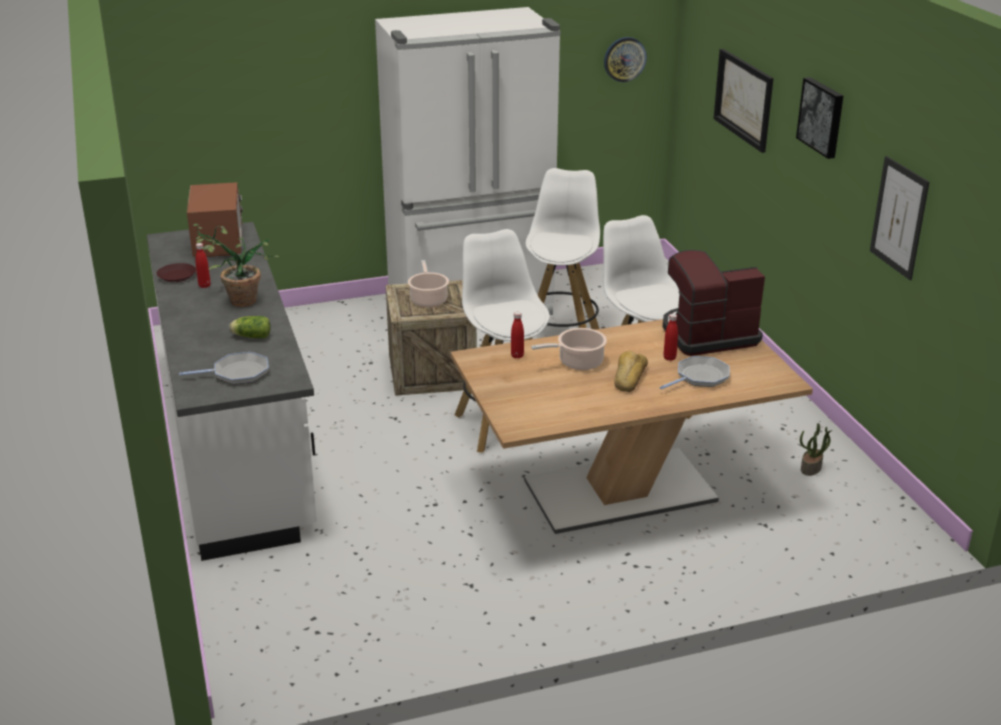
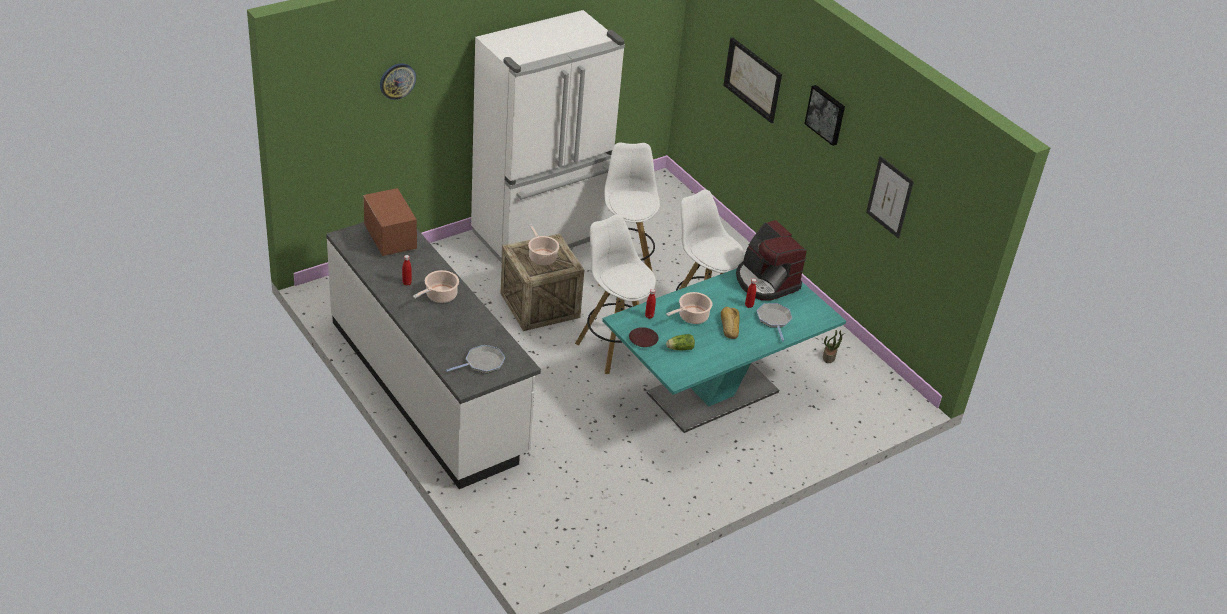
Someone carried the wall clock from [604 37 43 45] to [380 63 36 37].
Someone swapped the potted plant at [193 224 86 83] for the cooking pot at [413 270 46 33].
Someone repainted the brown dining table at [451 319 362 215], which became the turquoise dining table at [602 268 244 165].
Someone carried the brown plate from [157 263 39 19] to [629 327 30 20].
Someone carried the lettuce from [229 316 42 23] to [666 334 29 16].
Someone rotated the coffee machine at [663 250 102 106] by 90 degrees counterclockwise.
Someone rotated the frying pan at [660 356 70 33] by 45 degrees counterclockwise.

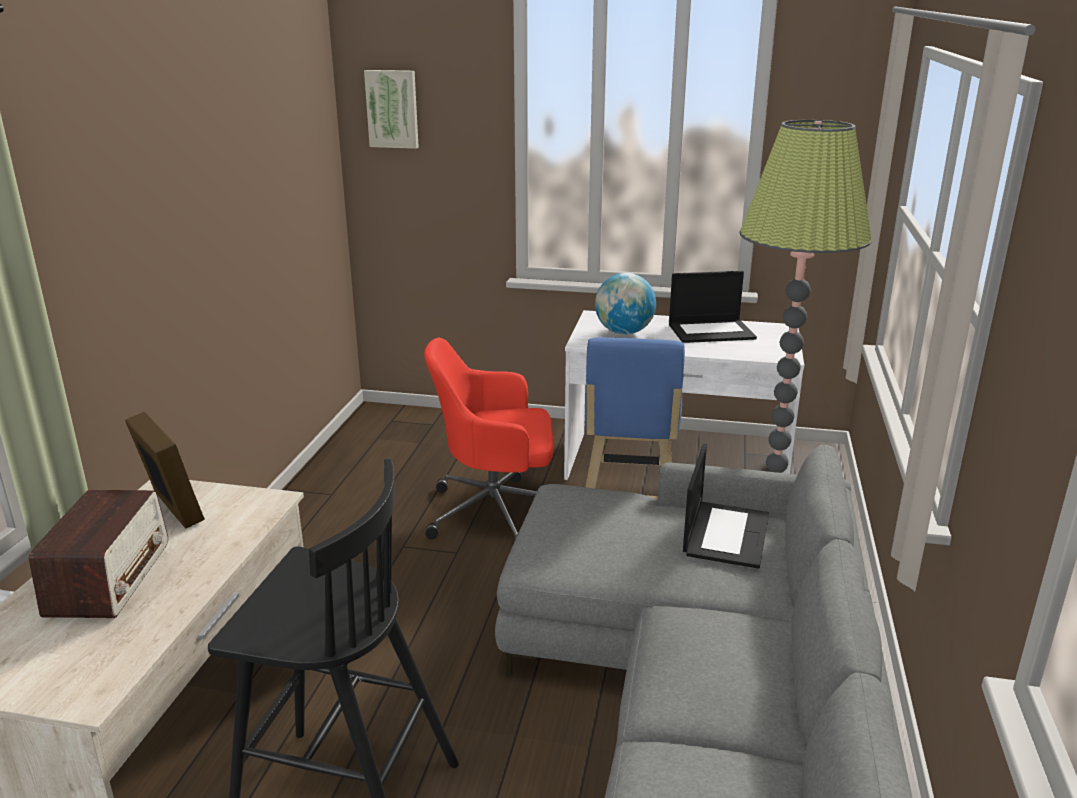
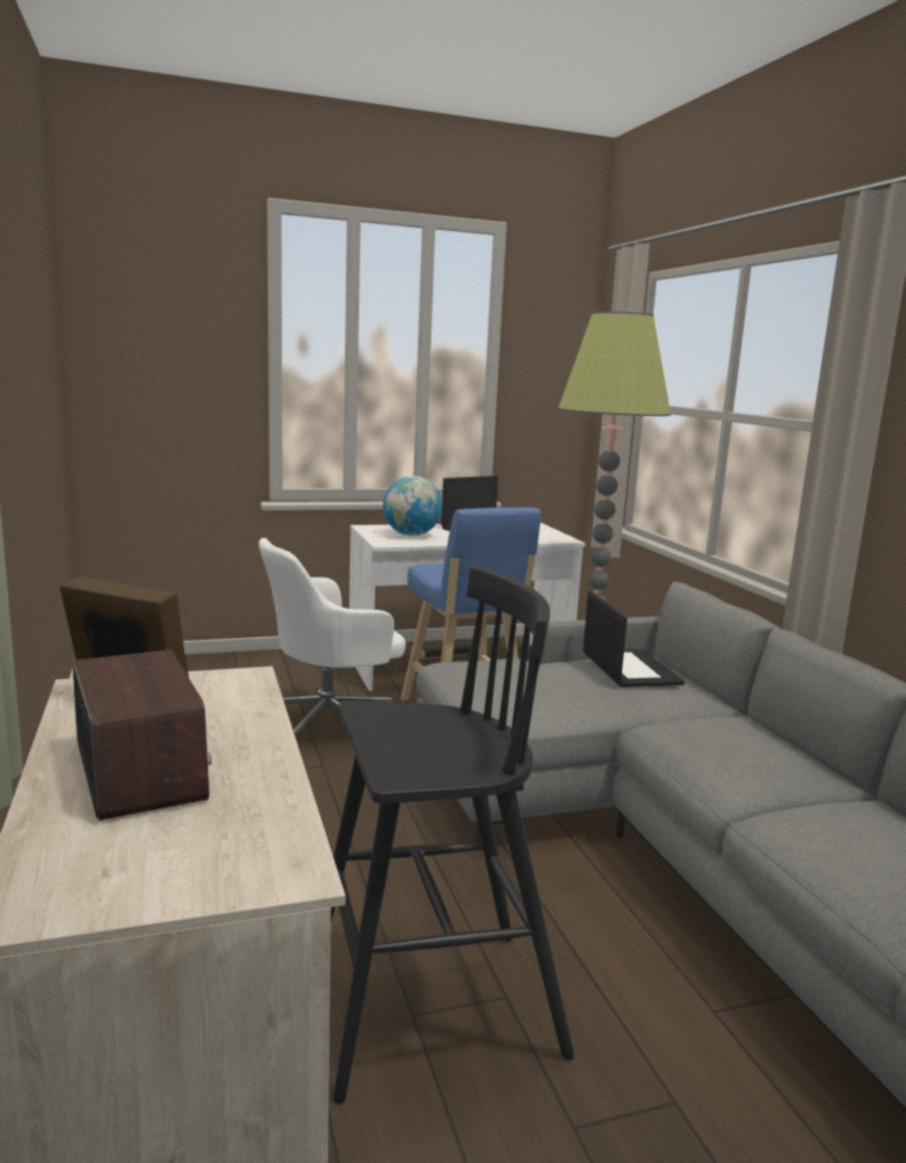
Someone repainted the red office chair at [424 338 130 201], which became the white office chair at [259 538 147 197].
Someone took away the picture at [364 70 55 79].

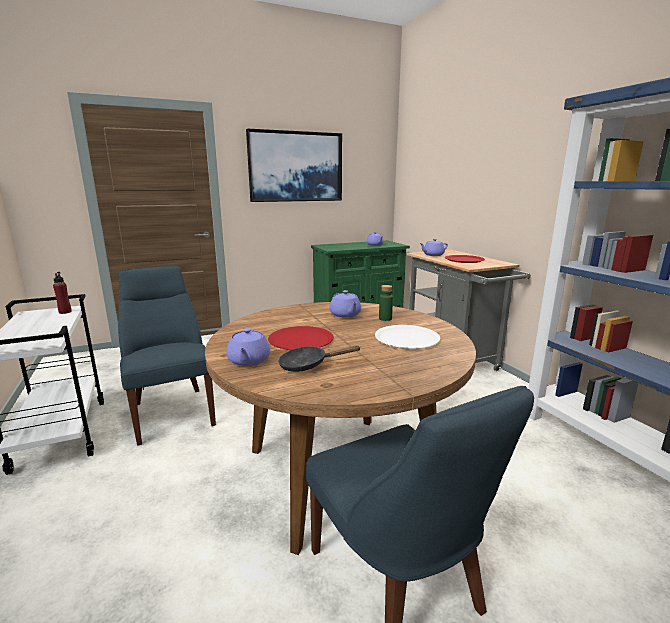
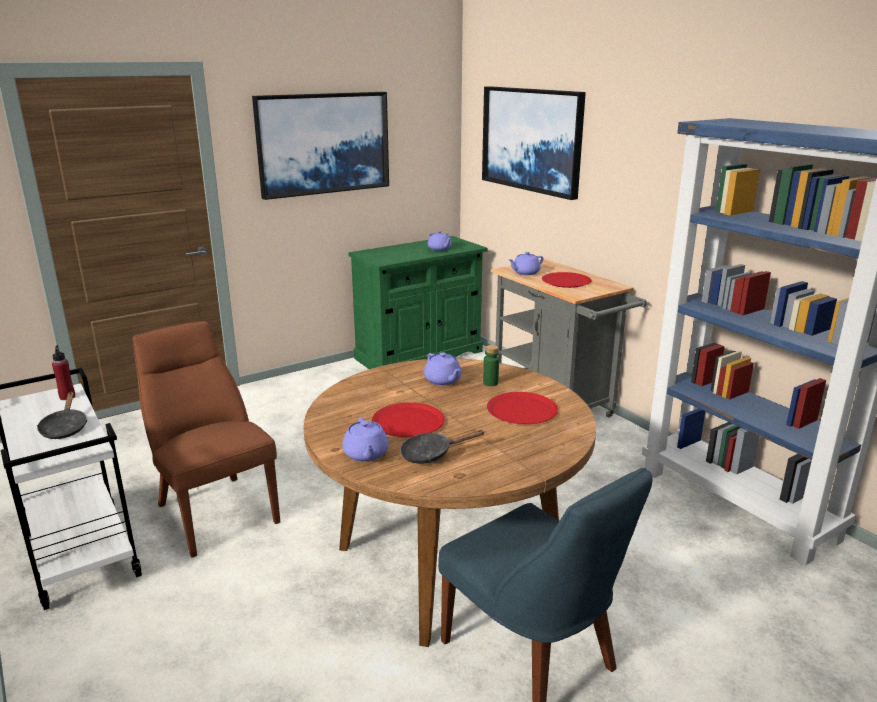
Someone put down the black frying pan at [37 392 50 47].
Someone repainted the blue chair at [118 266 98 180], which became the brown chair at [133 321 147 237].
Someone put up the picture at [482 86 104 114].
Someone repainted the white plate at [375 325 65 24], which became the red plate at [487 392 71 32].

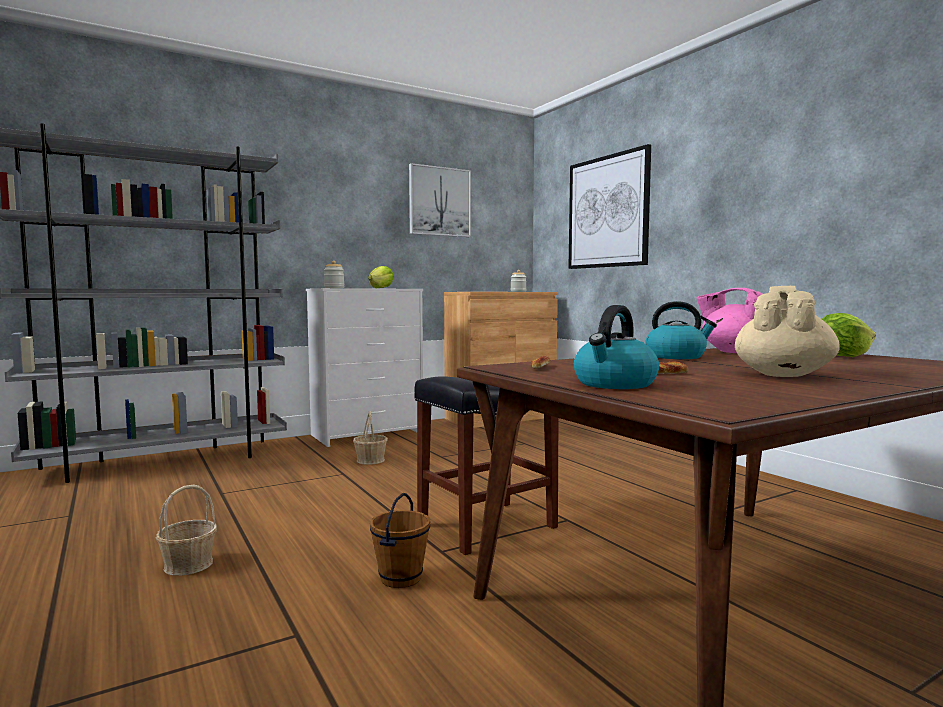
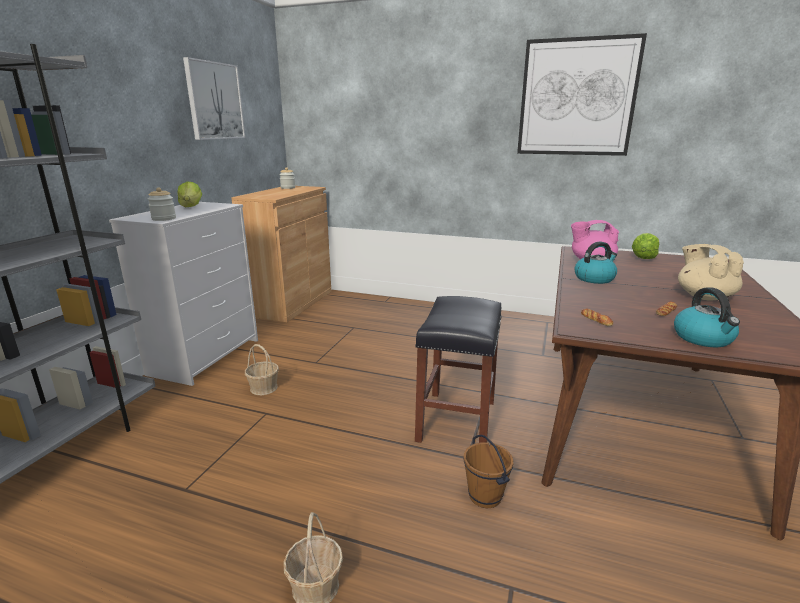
Someone carried the picture from [568 144 83 125] to [517 33 130 123].

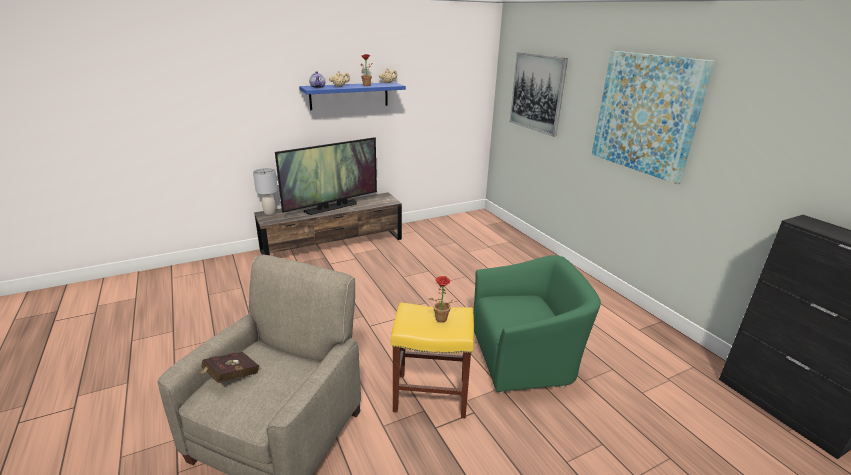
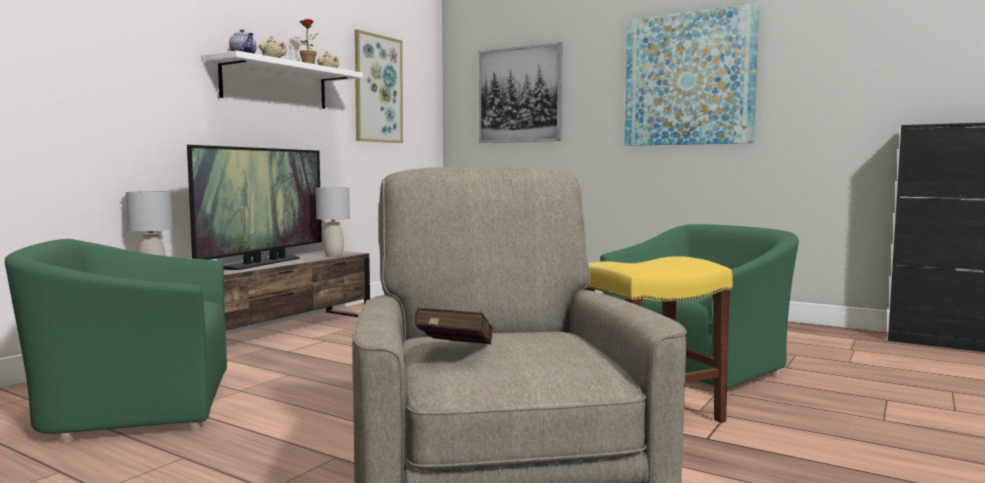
Someone put down the green armchair at [5 239 222 205].
Someone repainted the blue shelf at [299 82 107 28], which became the white shelf at [205 50 158 59].
Someone put down the grey table lamp at [316 187 34 70].
Someone put up the picture at [355 29 48 114].
Someone took away the potted plant at [428 276 29 46].

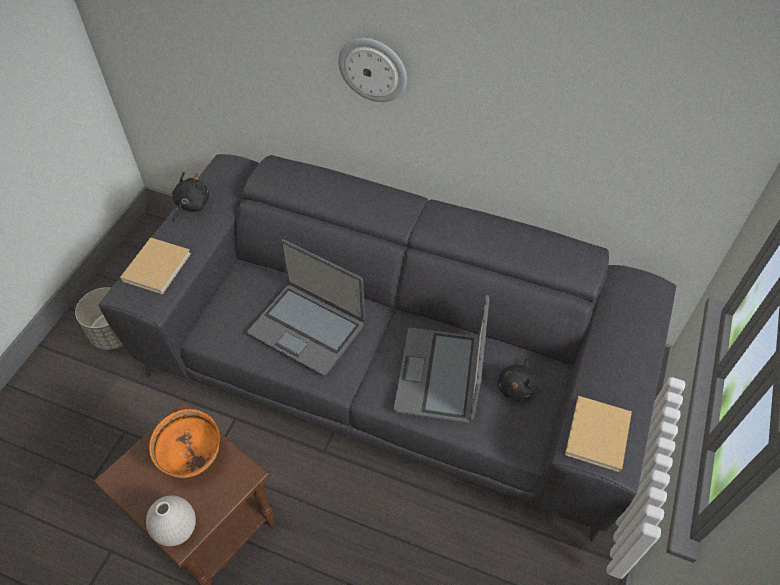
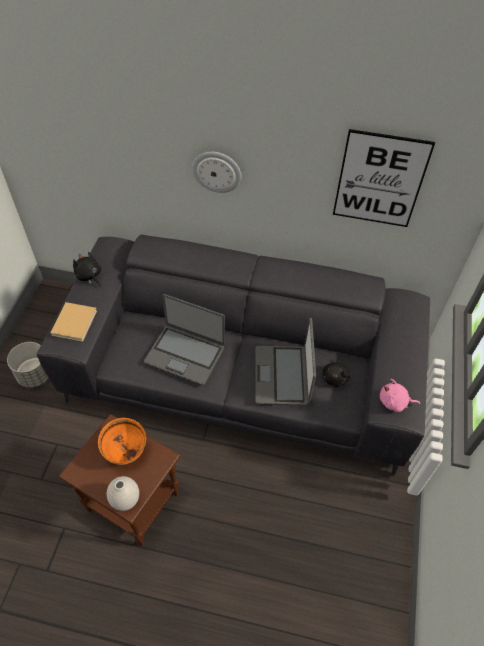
Someone rotated the black plush toy at [172 172 37 50] by 60 degrees counterclockwise.
Someone put up the picture at [333 129 102 98].
Someone swapped the beige book at [565 396 67 76] for the pink plush toy at [380 379 40 33].

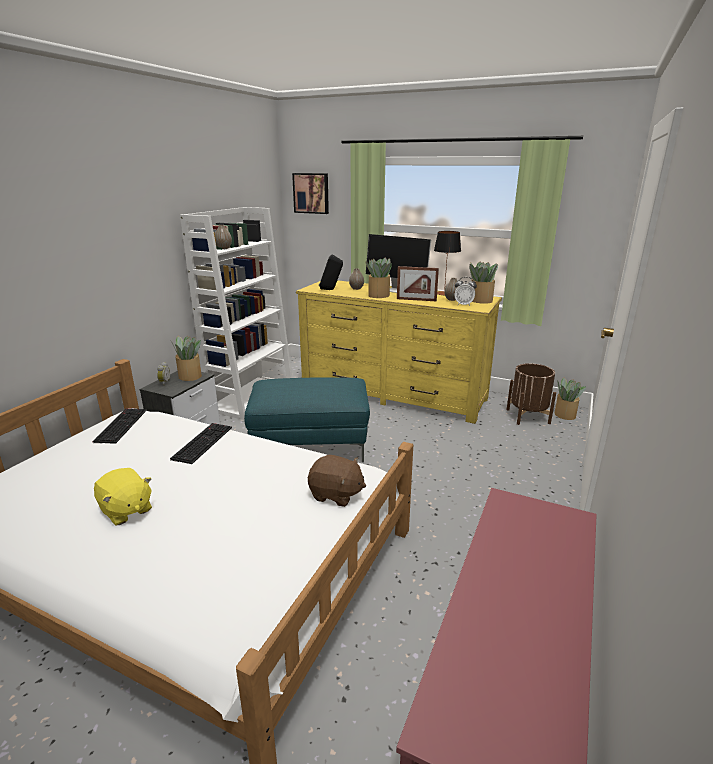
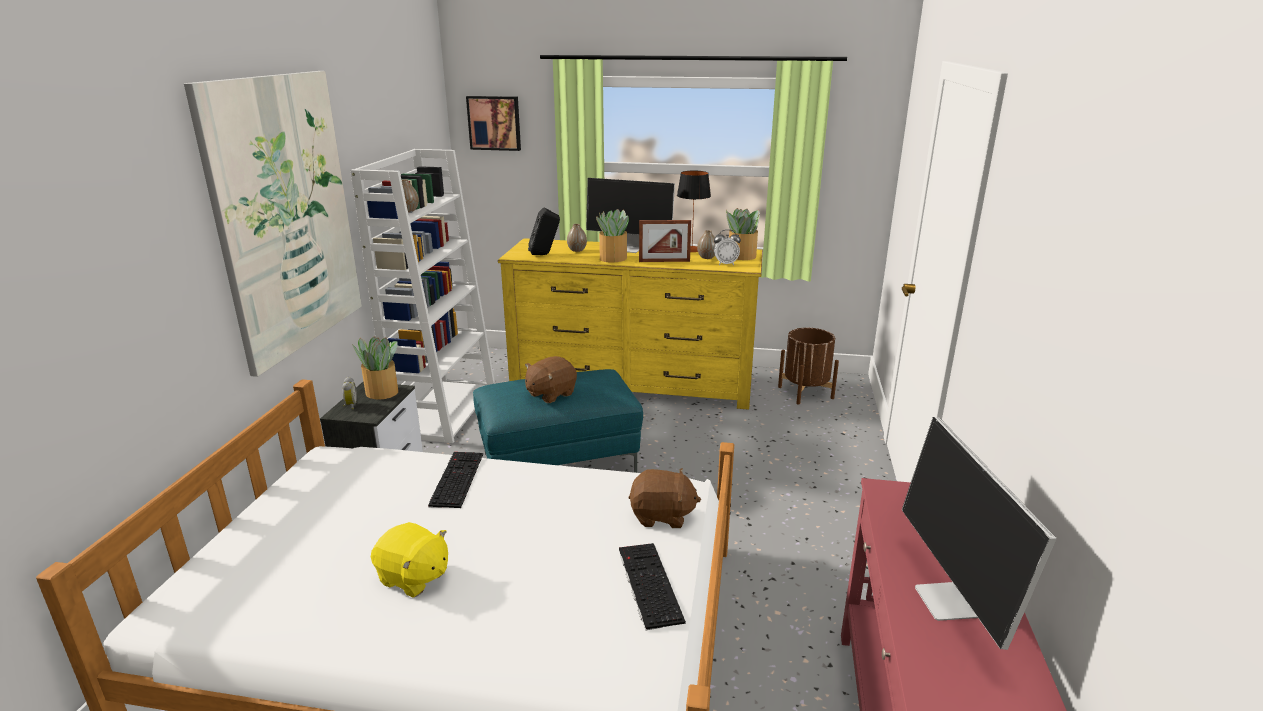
Someone put up the picture at [184 71 178 306].
Someone put down the brown plush toy at [525 356 52 47].
Someone carried the keyboard from [93 408 54 36] to [619 543 67 87].
Someone put down the monitor at [902 417 155 233].
Someone took away the potted plant at [555 378 31 42].

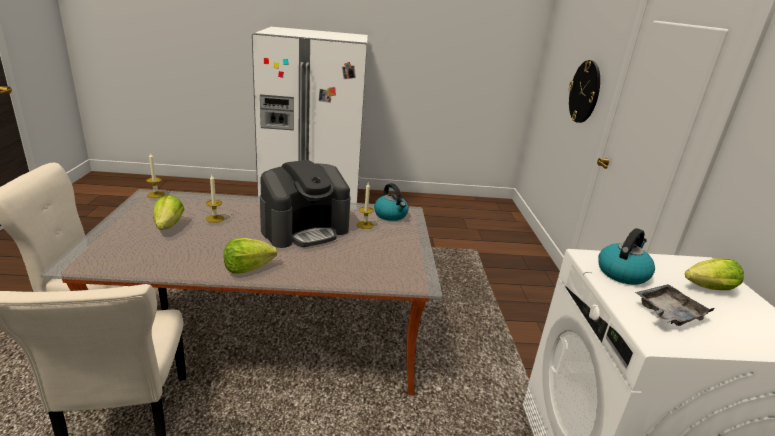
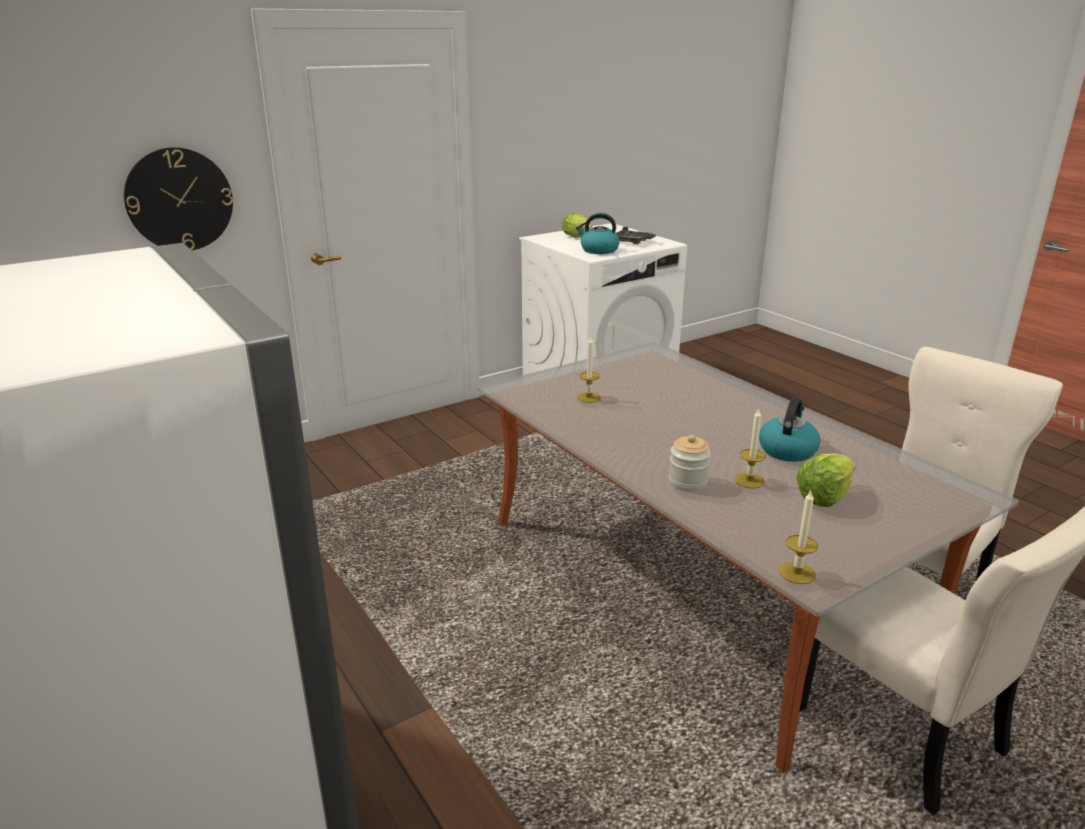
Someone put down the jar at [669 435 42 57].
Someone carried the kettle from [374 183 35 38] to [759 398 61 64].
Someone took away the lettuce at [224 238 54 36].
Someone took away the coffee machine at [260 160 90 88].

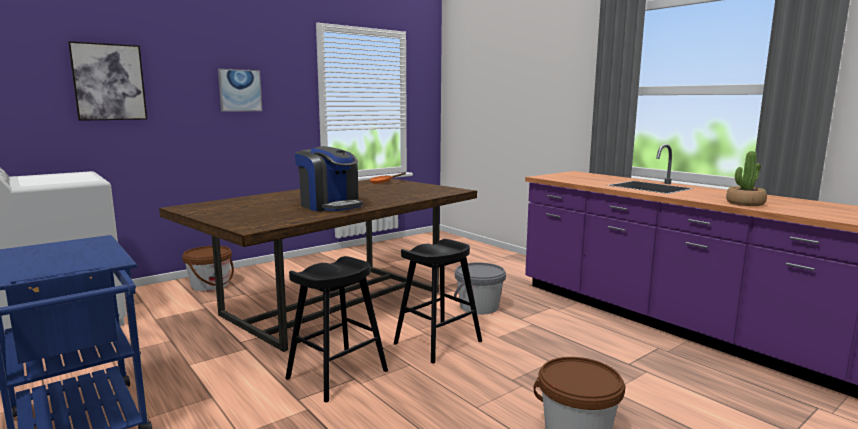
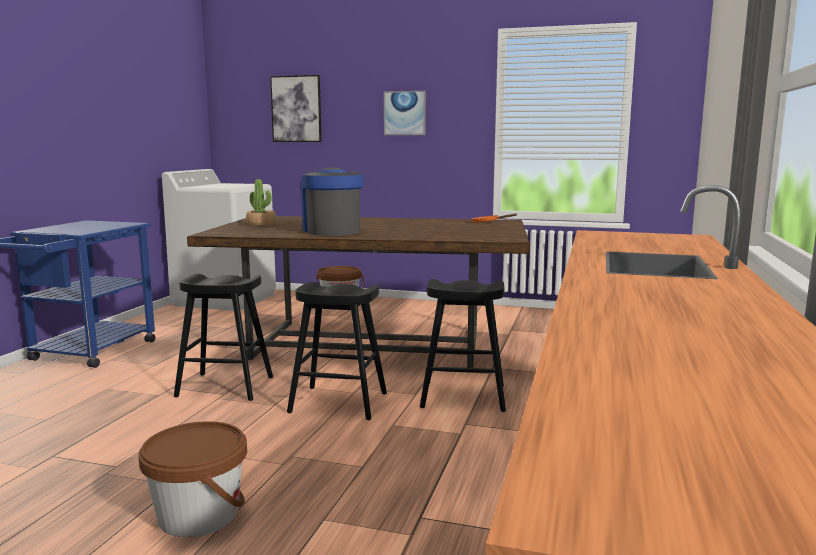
Someone carried the potted plant from [726 151 41 55] to [246 179 31 47].
Someone rotated the coffee machine at [294 146 69 66] by 150 degrees clockwise.
Someone swapped the grey bucket at [454 262 52 53] for the black stool at [420 279 86 133].

